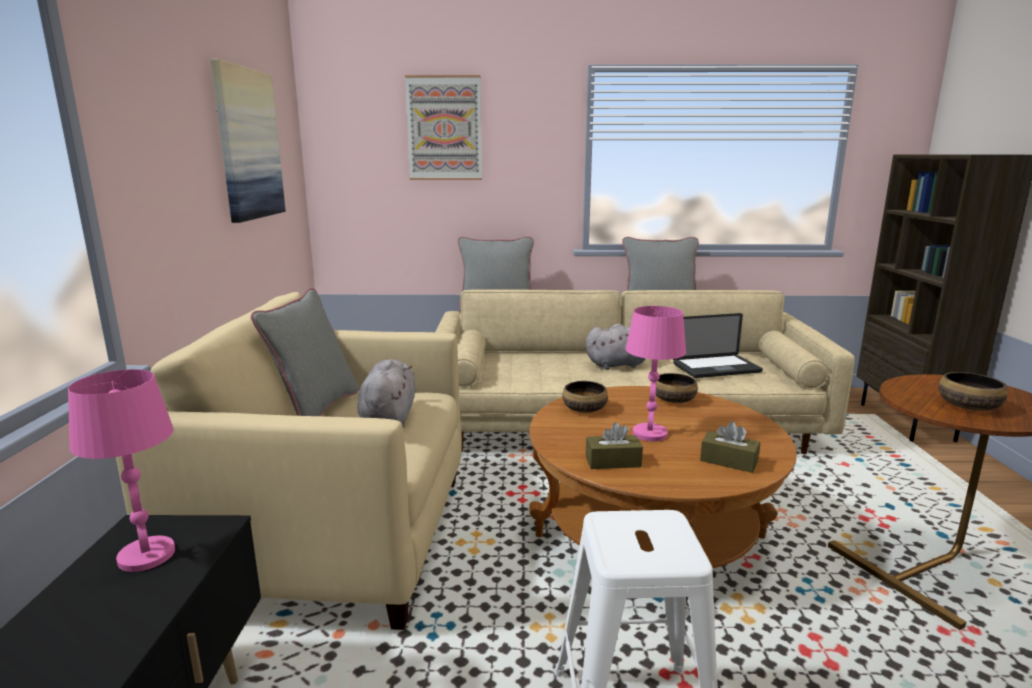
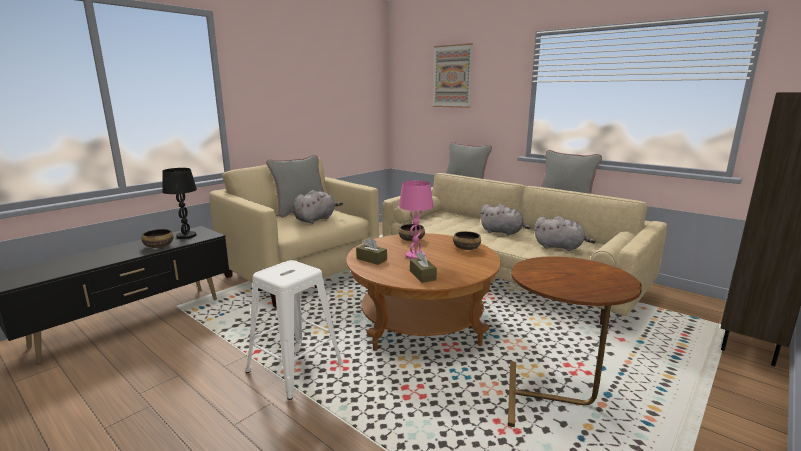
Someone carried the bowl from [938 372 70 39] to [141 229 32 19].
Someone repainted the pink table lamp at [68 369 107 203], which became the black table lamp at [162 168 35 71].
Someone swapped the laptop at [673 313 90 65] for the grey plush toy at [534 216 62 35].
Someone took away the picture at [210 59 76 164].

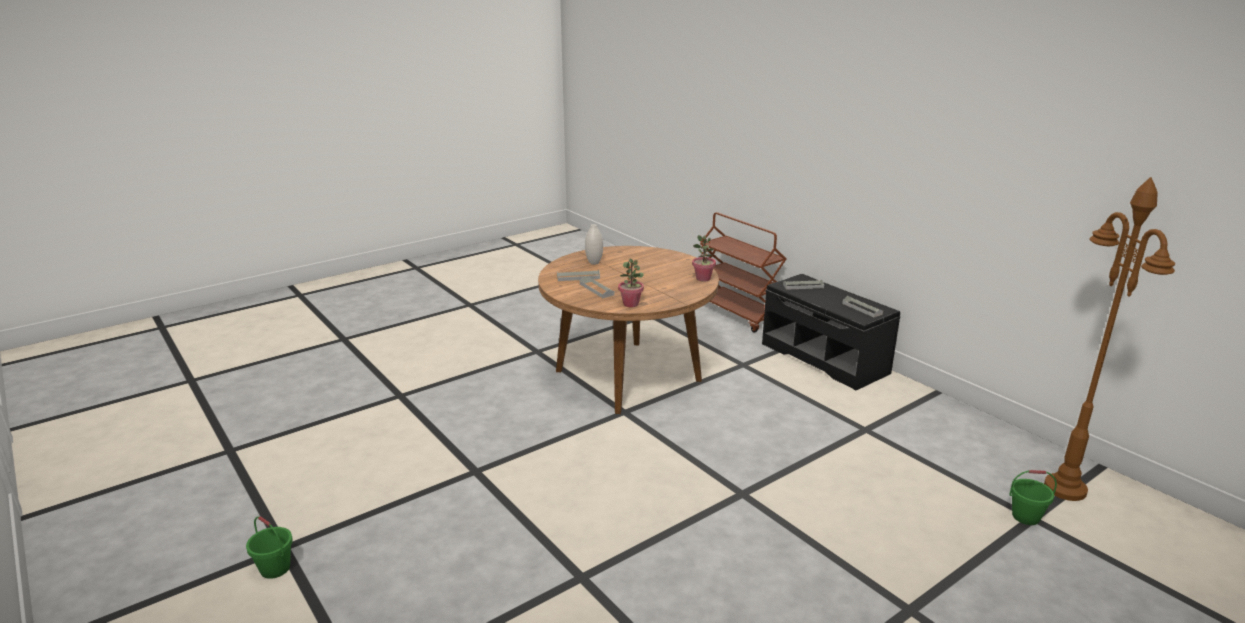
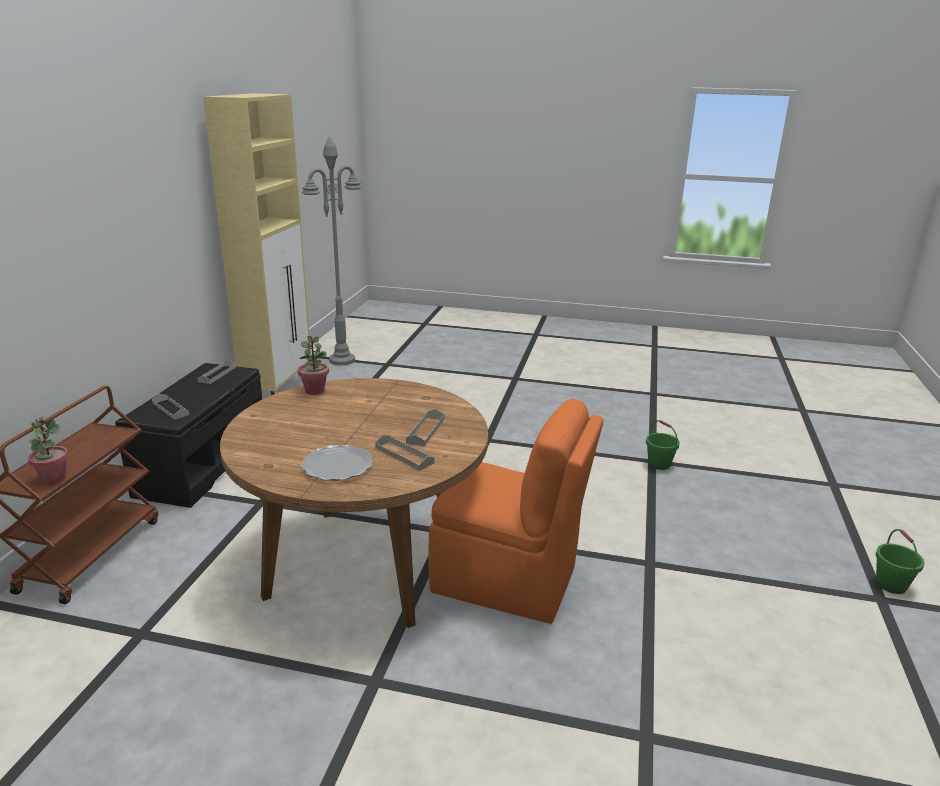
Someone carried the potted plant from [618 259 26 48] to [28 417 41 67].
Someone put down the beige cabinet at [203 93 108 302].
Someone swapped the white vase at [585 224 18 41] for the plate at [301 445 72 36].
Someone repainted the brown floor lamp at [1044 177 131 324], which became the grey floor lamp at [302 136 60 229].
Someone put down the orange chair at [428 399 176 225].
Someone carried the green bucket from [1009 470 48 55] to [646 420 34 50].

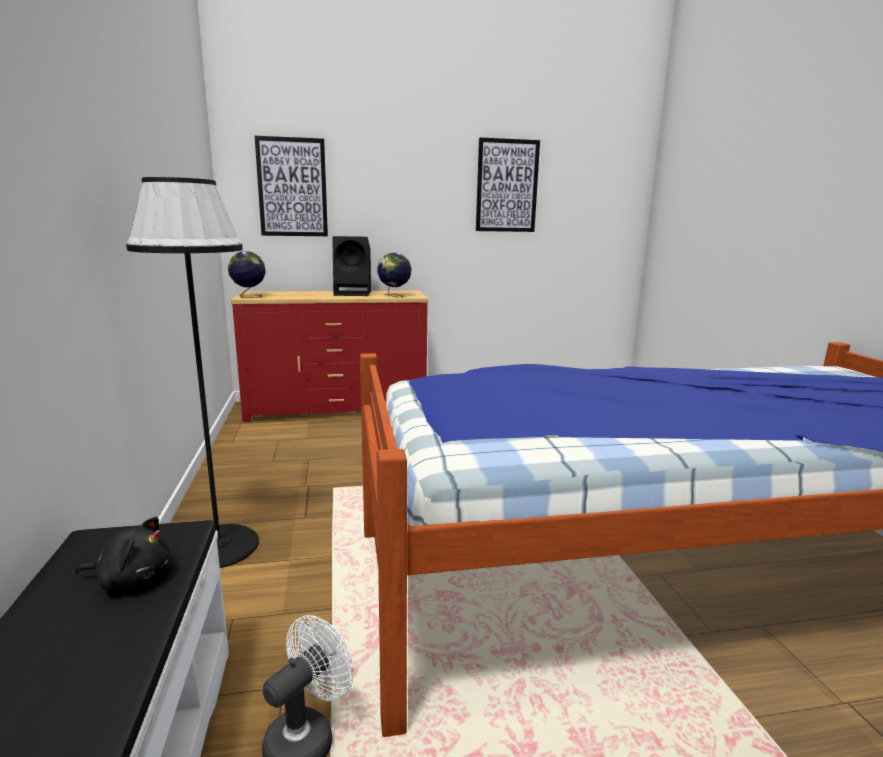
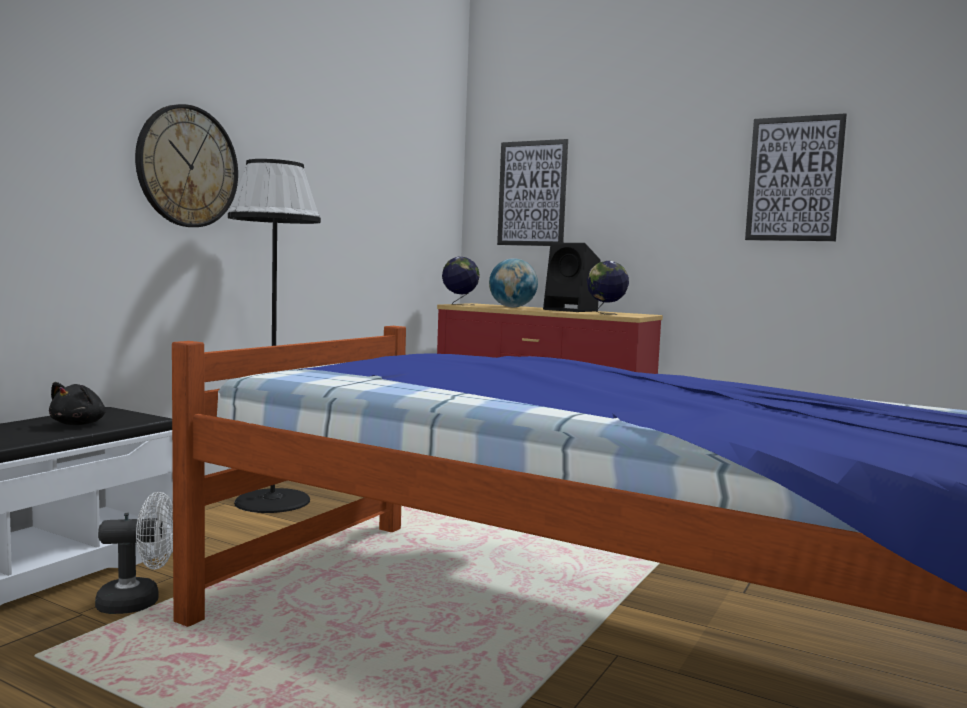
Someone rotated the black plush toy at [75 517 95 74] by 60 degrees clockwise.
Someone put up the wall clock at [135 104 103 123].
Someone put down the globe at [489 258 49 49].

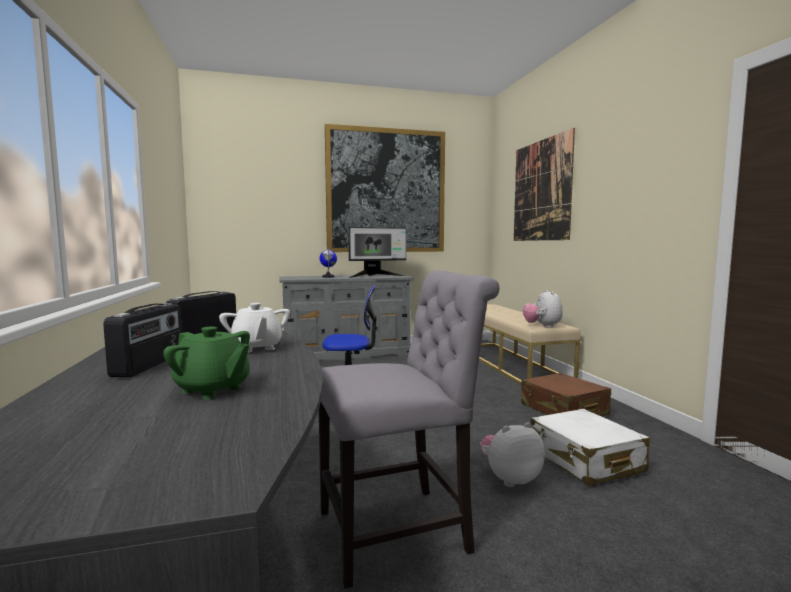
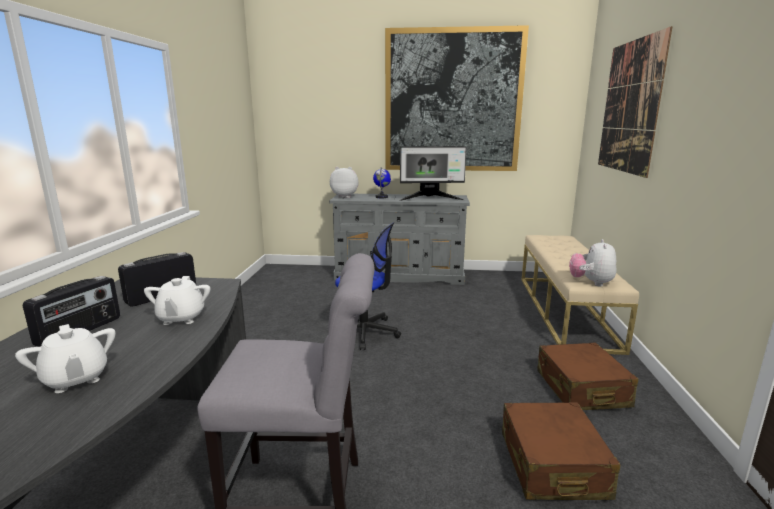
Someone repainted the green teapot at [163 326 87 73], which became the white teapot at [15 324 100 69].
Someone carried the plush toy from [480 422 65 65] to [330 167 29 31].
Someone repainted the white suitcase at [531 409 119 77], which became the brown suitcase at [502 402 119 98].

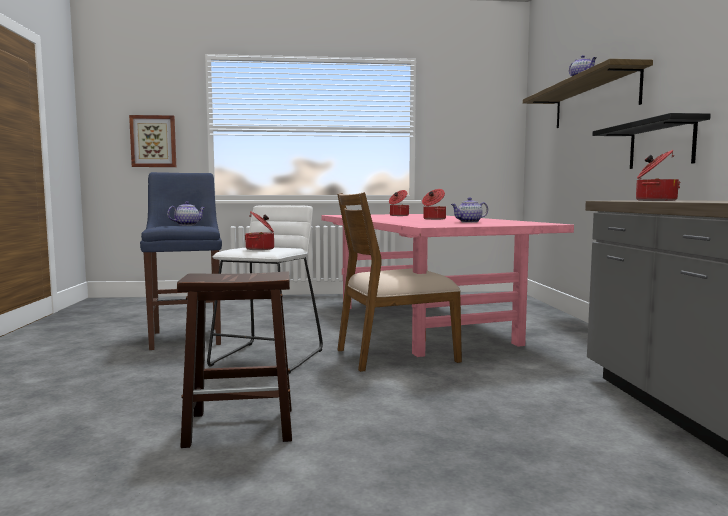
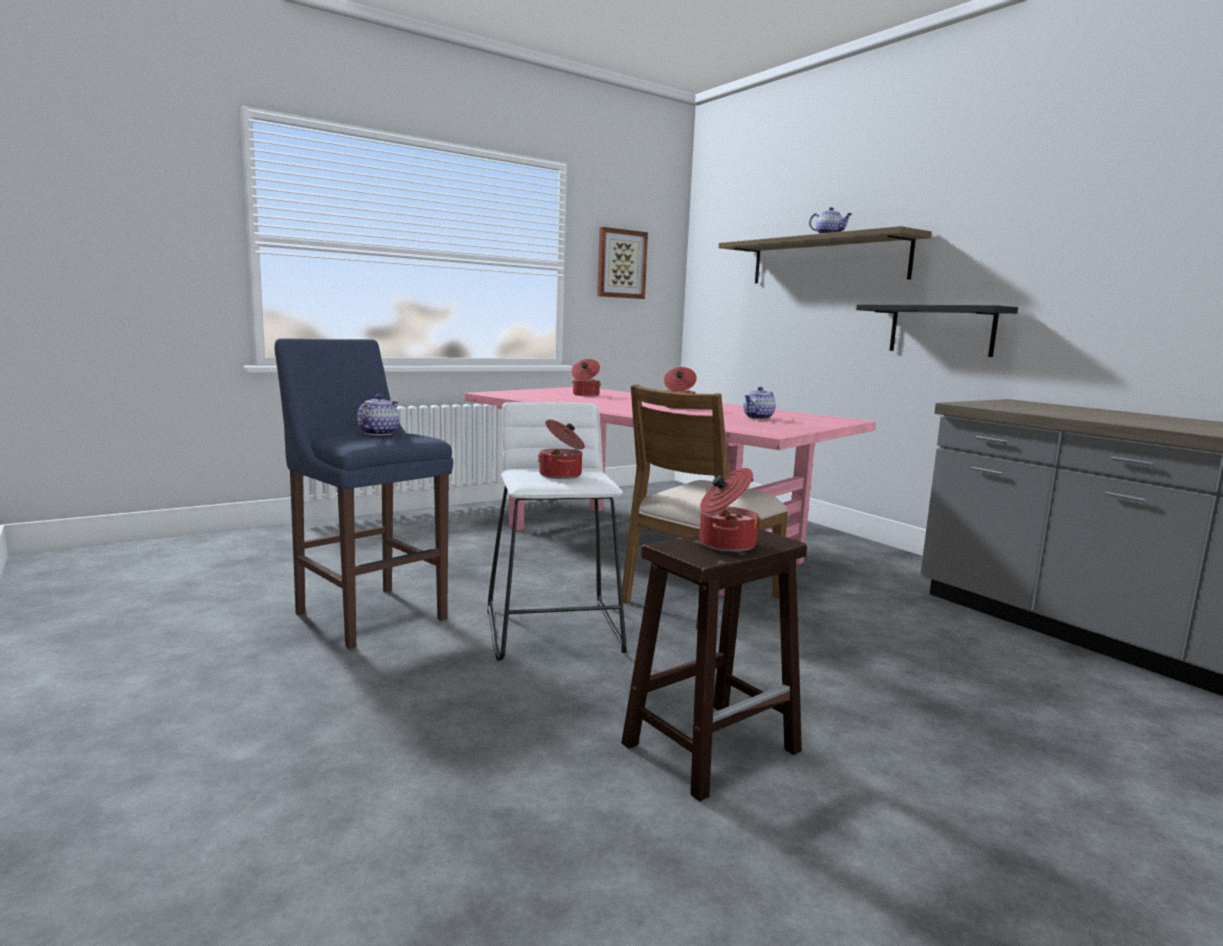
Someone carried the picture from [129 115 47 52] to [597 227 51 72].
Someone carried the cooking pot from [636 150 45 51] to [699 468 62 84].

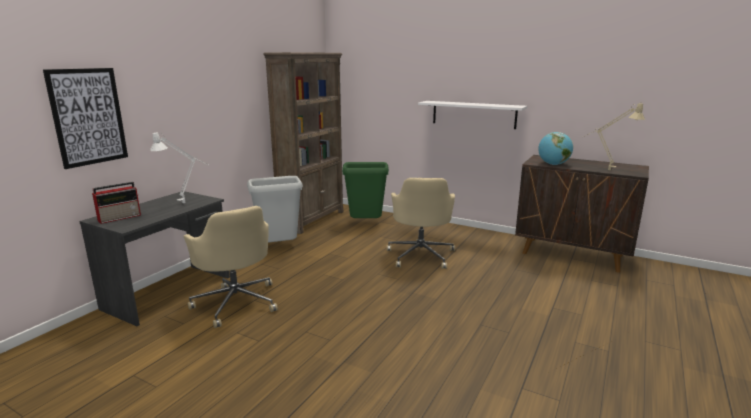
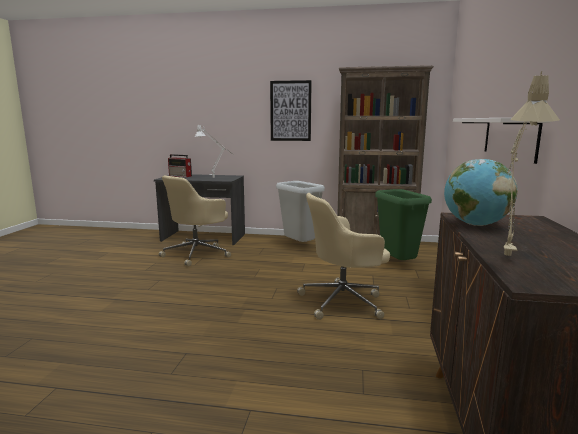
Someone carried the picture from [43 68 85 101] to [270 80 42 61].

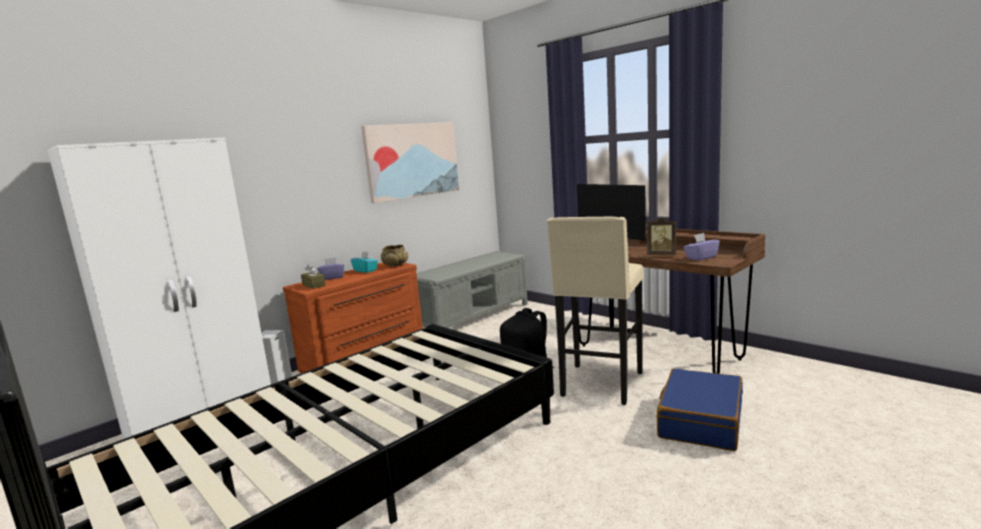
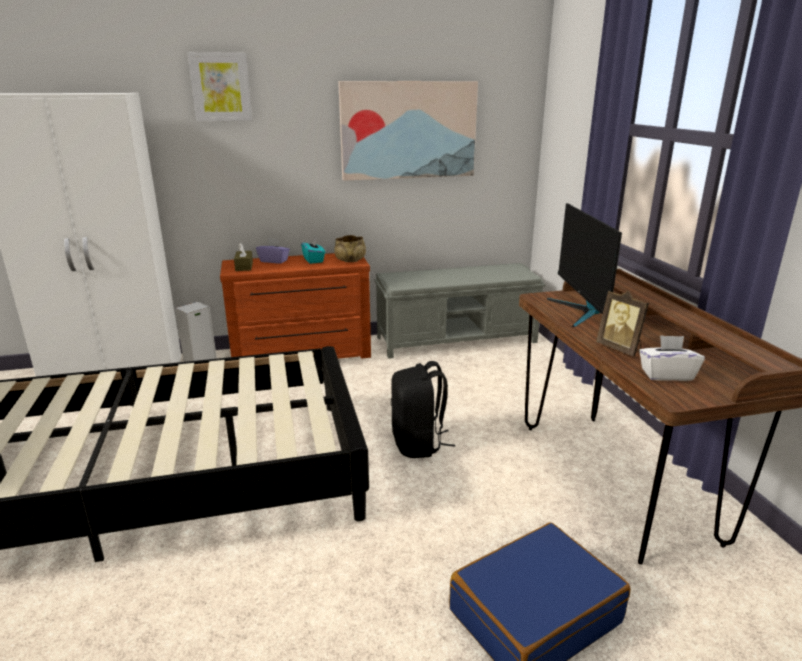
Someone put up the picture at [188 52 64 70].
Someone repainted the purple tissue box at [684 233 36 28], which became the white tissue box at [639 335 66 46].
Someone took away the beige stool at [547 217 96 188].

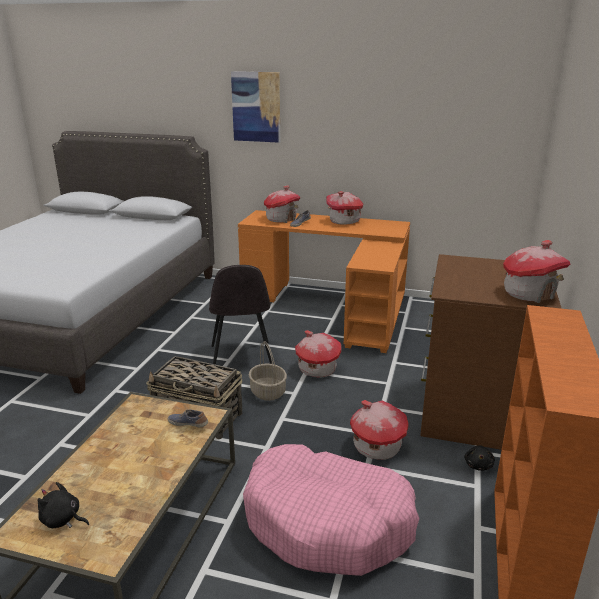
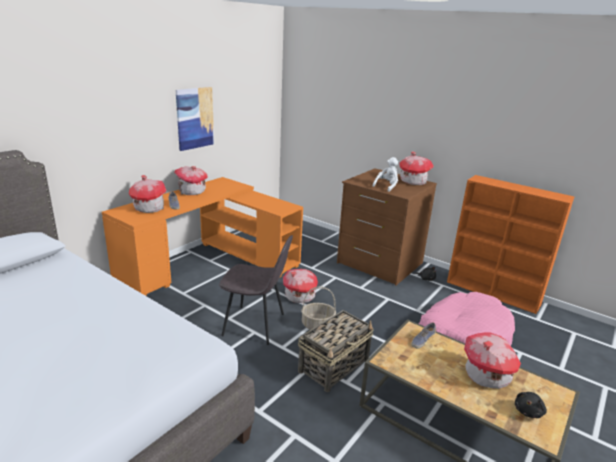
Someone carried the picture from [231 71 49 72] to [176 87 38 64].
Someone put down the white plush toy at [373 157 25 35].
Someone carried the toy house from [350 400 59 60] to [464 332 57 57].

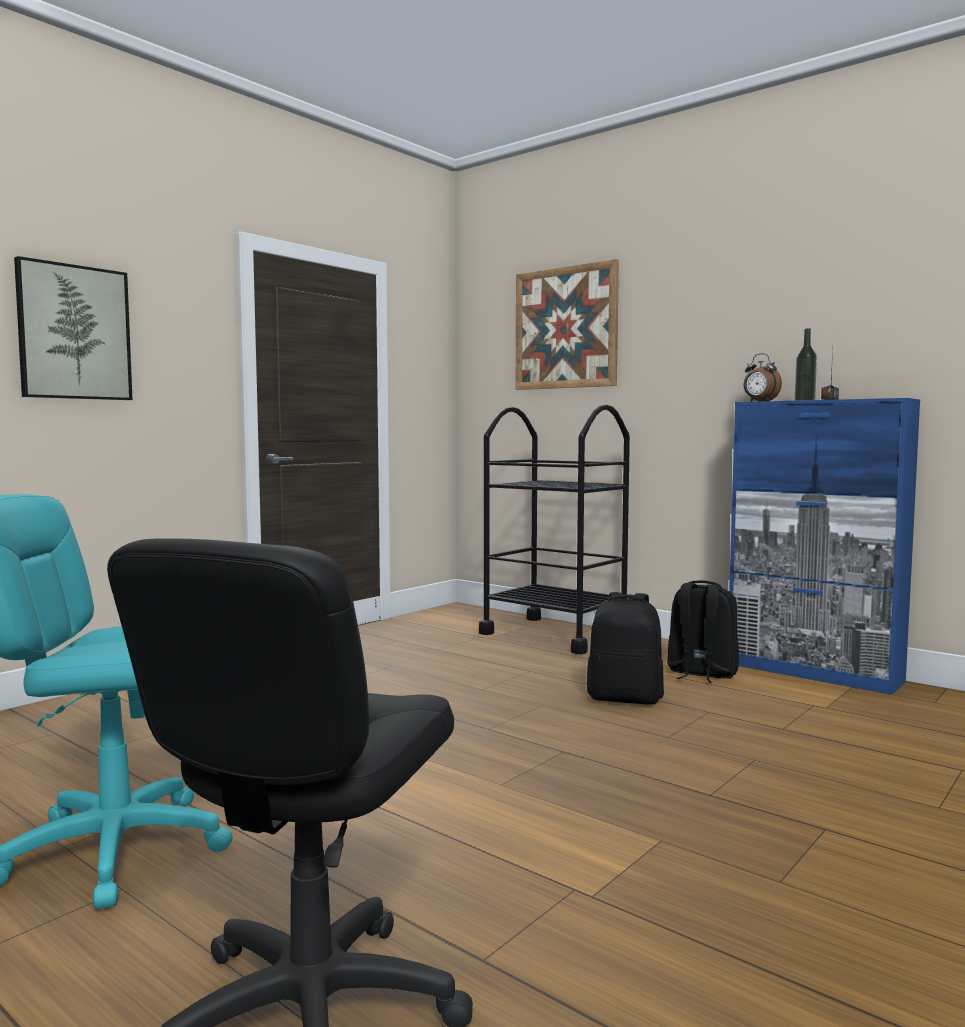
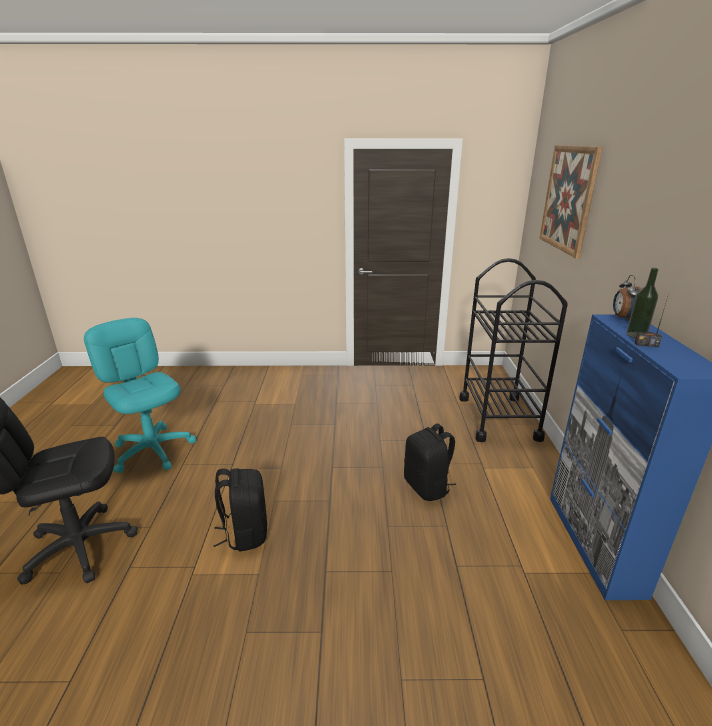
Someone carried the black backpack from [667 580 72 103] to [213 468 54 83].
Someone took away the picture at [14 256 118 144].

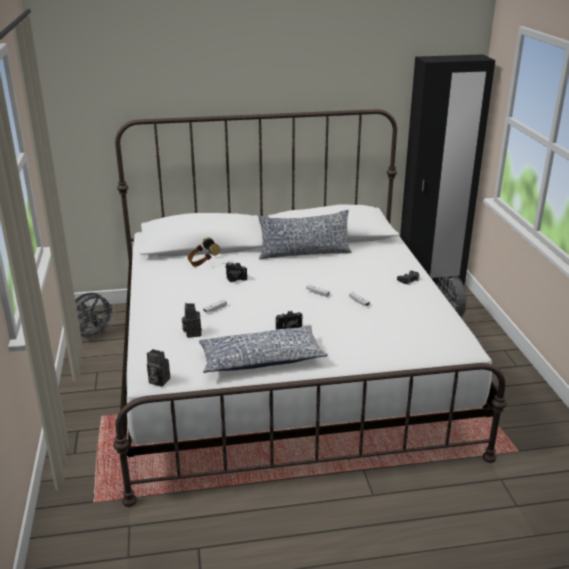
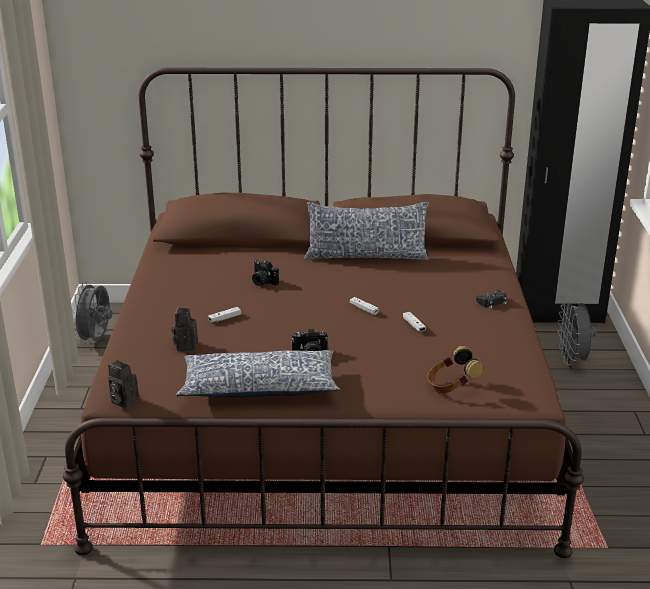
Someone repainted the white bed at [114 109 392 398], which became the brown bed at [63 68 521 490].
Someone rotated the grey fan at [75 293 40 47] by 135 degrees clockwise.
Someone carried the headphones from [188 238 33 29] to [427 346 57 48].

